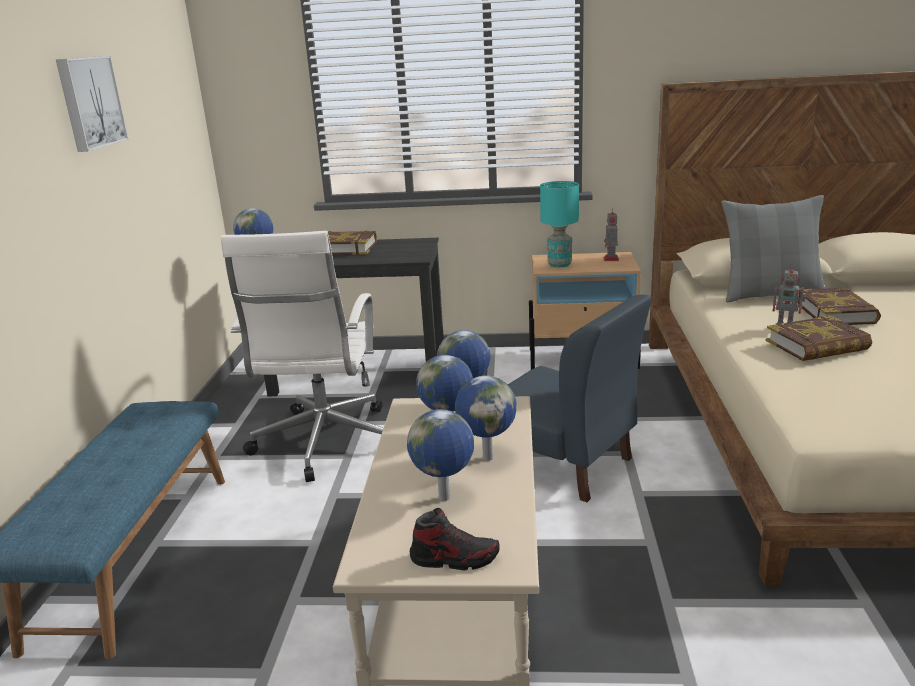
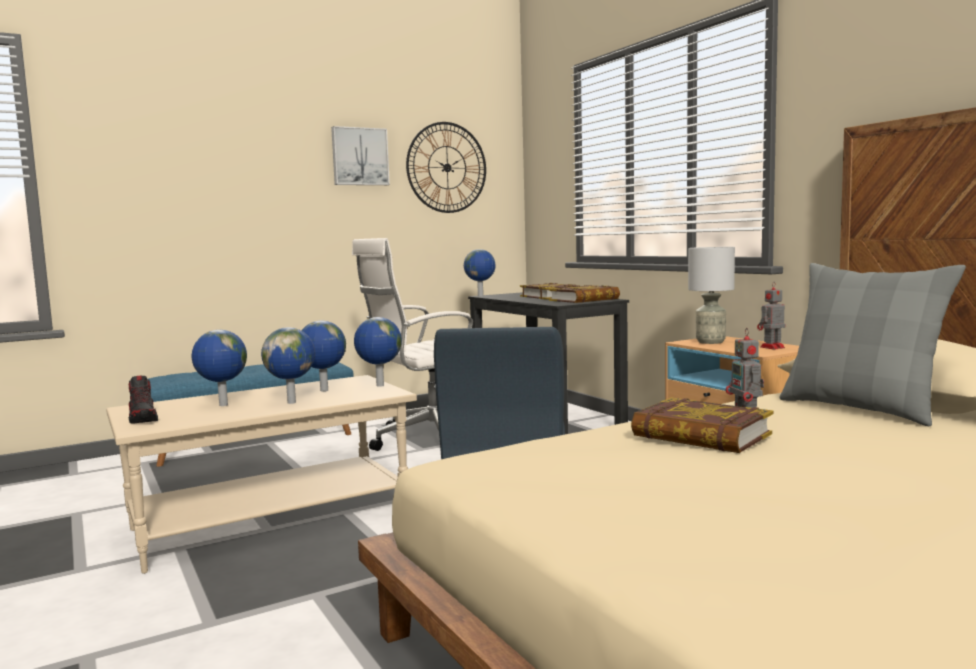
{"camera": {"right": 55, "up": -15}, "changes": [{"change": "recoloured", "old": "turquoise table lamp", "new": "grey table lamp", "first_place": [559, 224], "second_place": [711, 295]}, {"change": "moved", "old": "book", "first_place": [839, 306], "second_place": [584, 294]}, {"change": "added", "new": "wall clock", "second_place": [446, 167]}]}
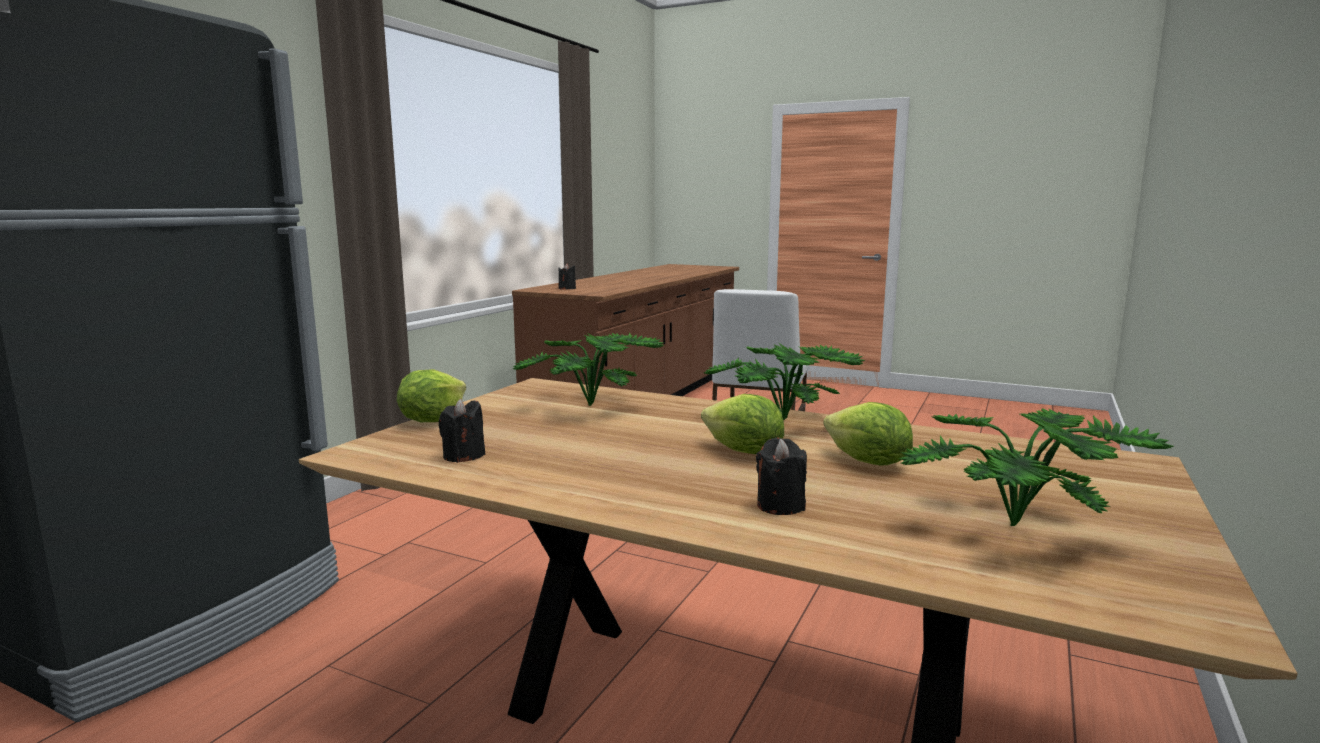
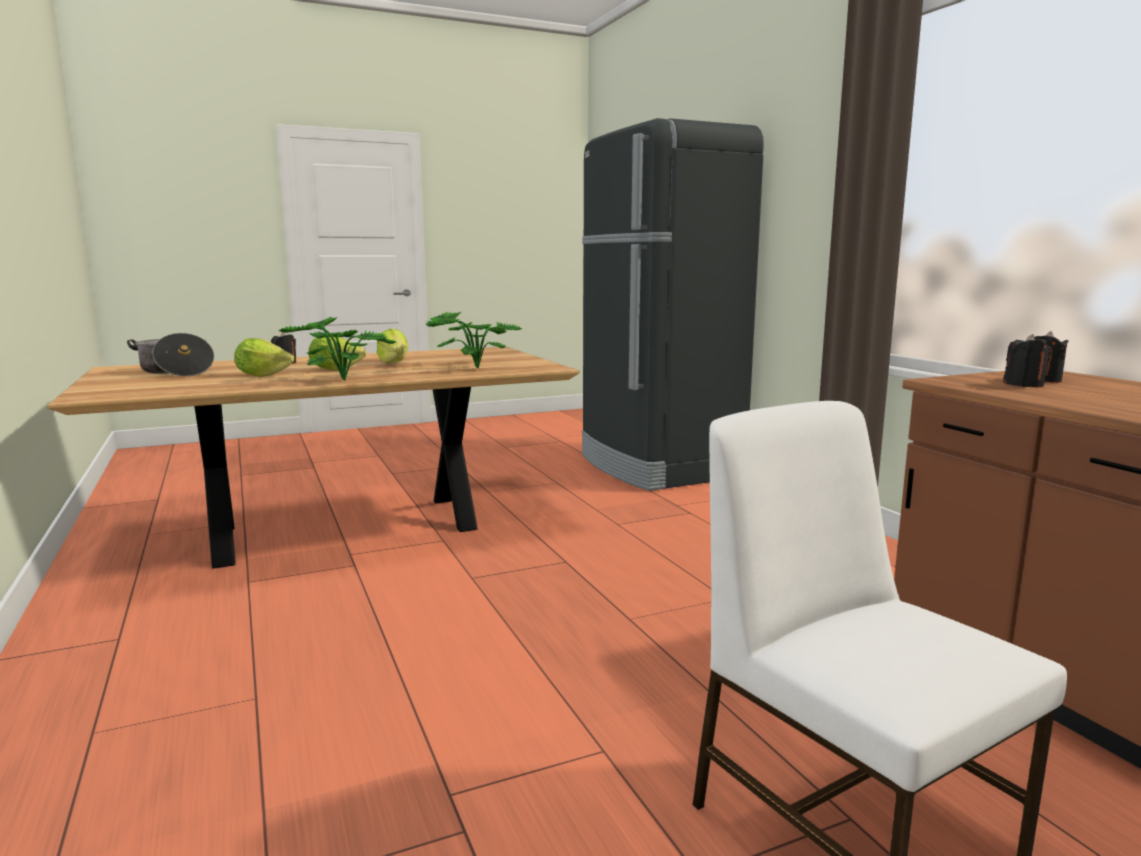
{"camera": {"right": 130, "up": 0}, "changes": [{"change": "moved", "old": "lettuce", "first_place": [431, 396], "second_place": [392, 346]}, {"change": "moved", "old": "black candle", "first_place": [461, 431], "second_place": [1027, 360]}, {"change": "replaced", "old": "potted plant", "new": "cooking pot", "first_place": [1036, 467], "second_place": [170, 354]}]}
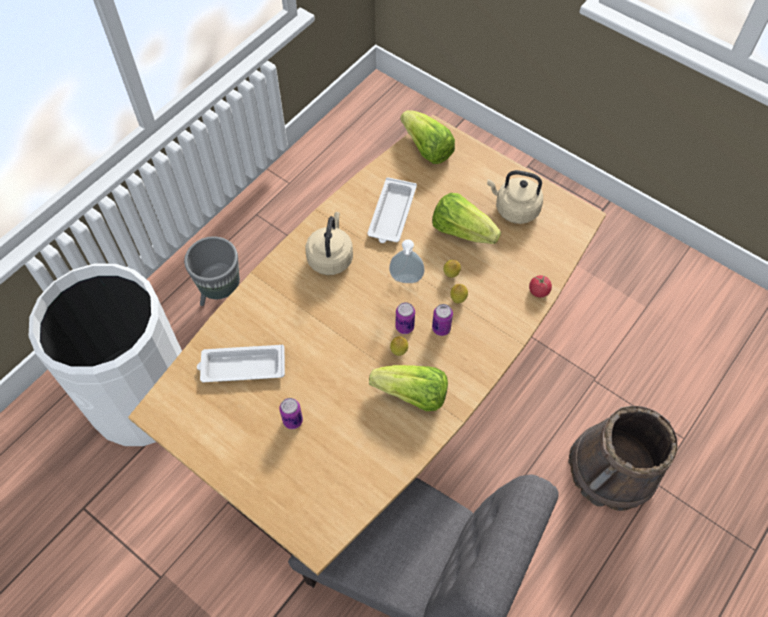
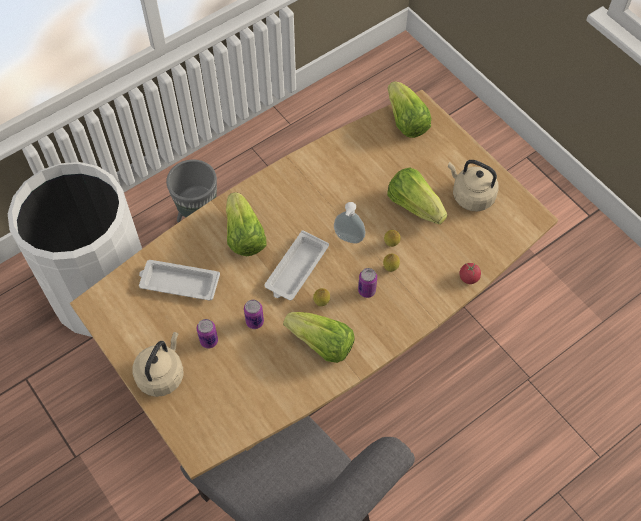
{"camera": {"right": 15, "up": 0}, "changes": [{"change": "moved", "old": "beige kettle", "first_place": [329, 243], "second_place": [157, 364]}, {"change": "moved", "old": "white tray", "first_place": [392, 210], "second_place": [296, 265]}, {"change": "moved", "old": "can", "first_place": [405, 318], "second_place": [254, 314]}, {"change": "removed", "old": "brown bucket", "first_place": [623, 458]}, {"change": "added", "new": "lettuce", "second_place": [246, 224]}]}
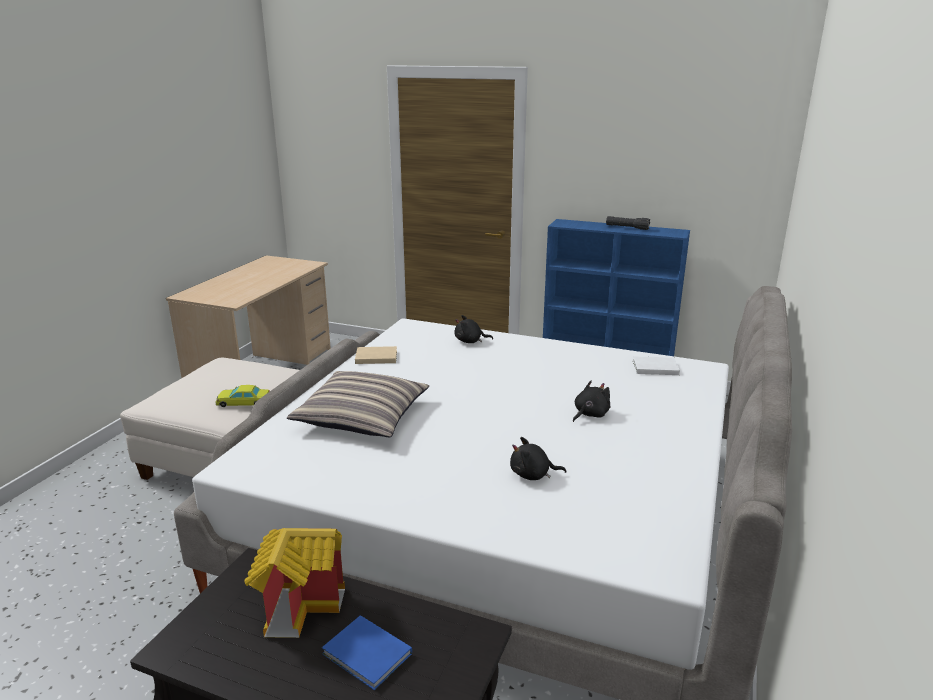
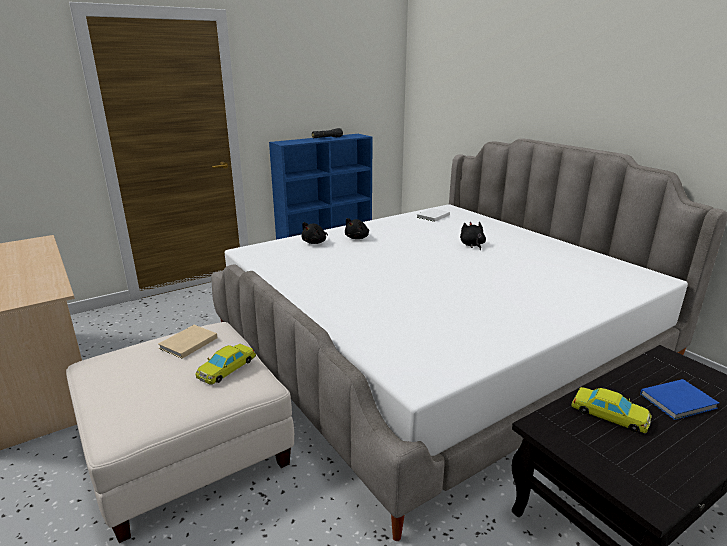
{"camera": {"right": -55, "up": 0}, "changes": [{"change": "replaced", "old": "toy house", "new": "yellow toy car", "first_place": [294, 583], "second_place": [611, 410]}, {"change": "removed", "old": "pillow", "first_place": [358, 404]}, {"change": "moved", "old": "beige book", "first_place": [376, 355], "second_place": [187, 342]}, {"change": "moved", "old": "black plush toy", "first_place": [538, 458], "second_place": [357, 228]}]}
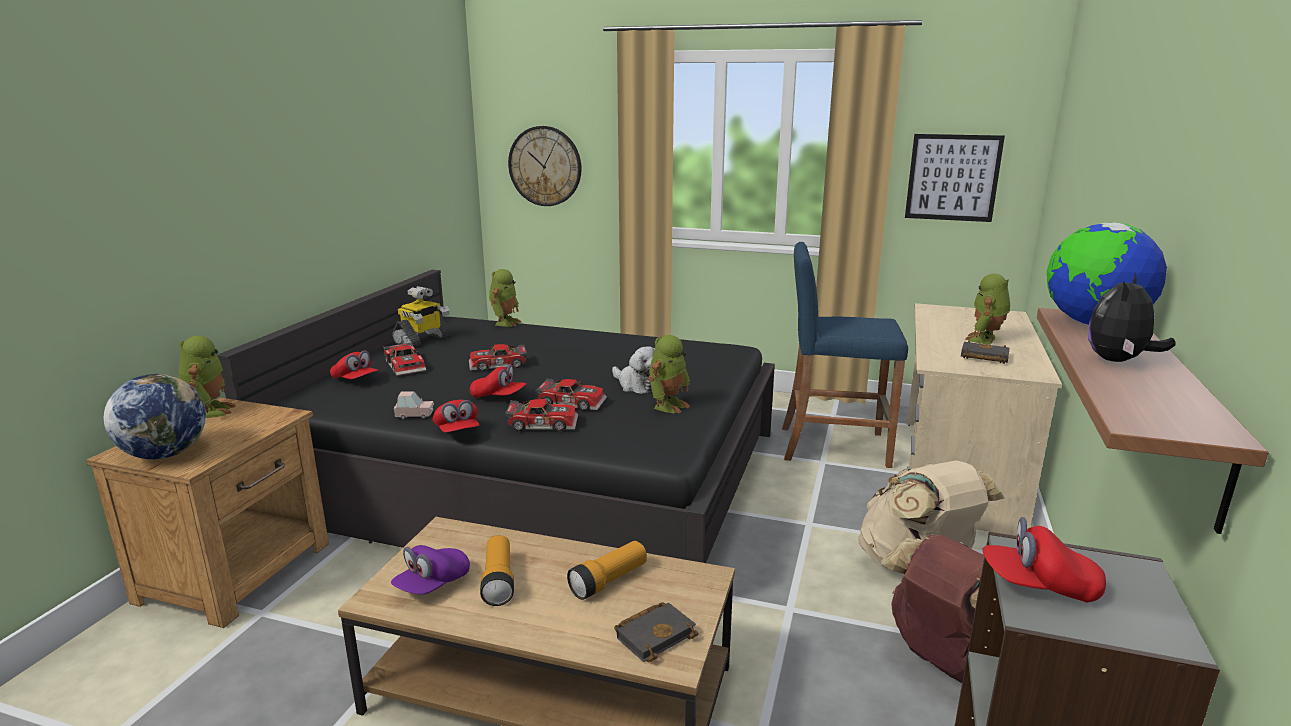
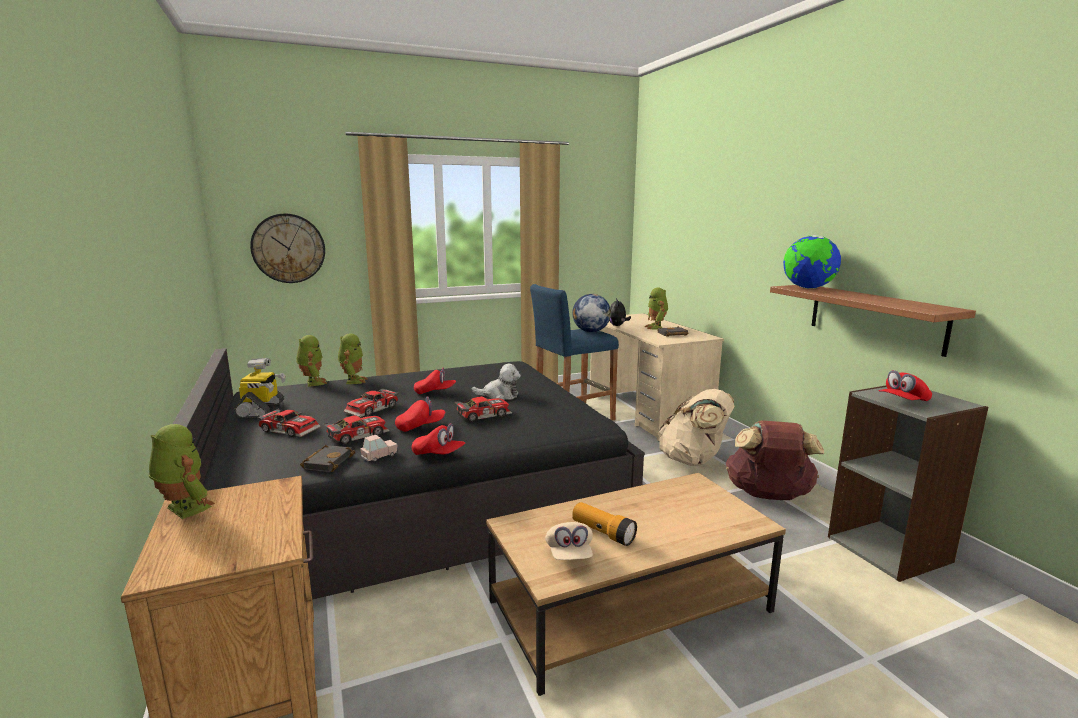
{"camera": {"right": -40, "up": -5}, "changes": [{"change": "moved", "old": "globe", "first_place": [155, 416], "second_place": [591, 313]}, {"change": "moved", "old": "red cap", "first_place": [354, 365], "second_place": [435, 381]}, {"change": "recoloured", "old": "purple cap", "new": "beige cap", "first_place": [430, 570], "second_place": [569, 541]}, {"change": "moved", "old": "toy car", "first_place": [541, 415], "second_place": [357, 429]}, {"change": "removed", "old": "flashlight", "first_place": [607, 570]}, {"change": "moved", "old": "black book", "first_place": [656, 632], "second_place": [327, 458]}, {"change": "moved", "old": "toy robot", "first_place": [669, 374], "second_place": [353, 358]}, {"change": "removed", "old": "picture", "first_place": [955, 178]}, {"change": "moved", "old": "plush toy", "first_place": [1132, 317], "second_place": [620, 312]}]}
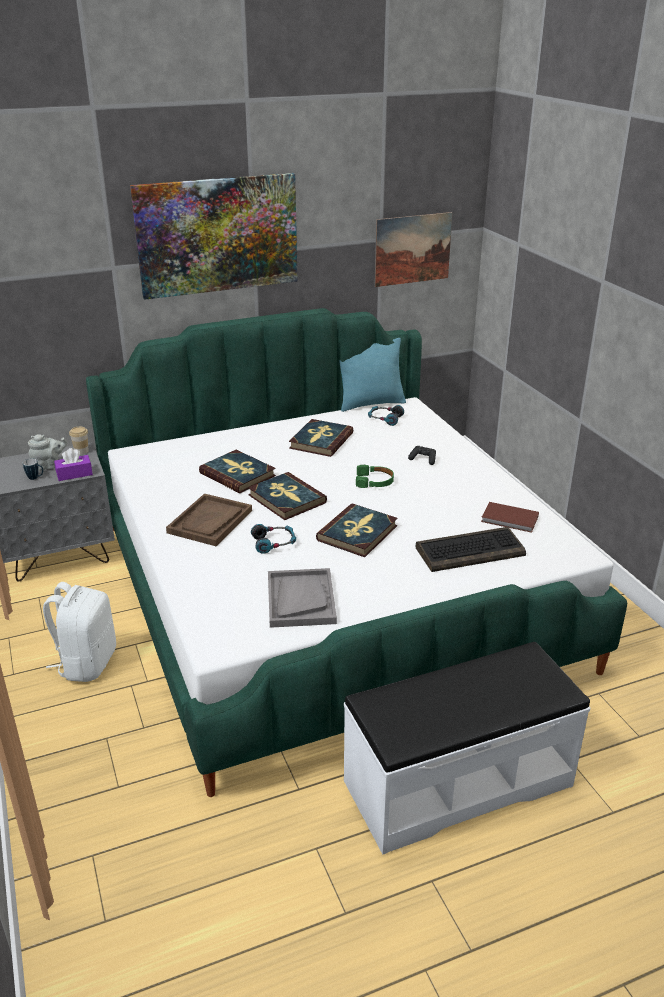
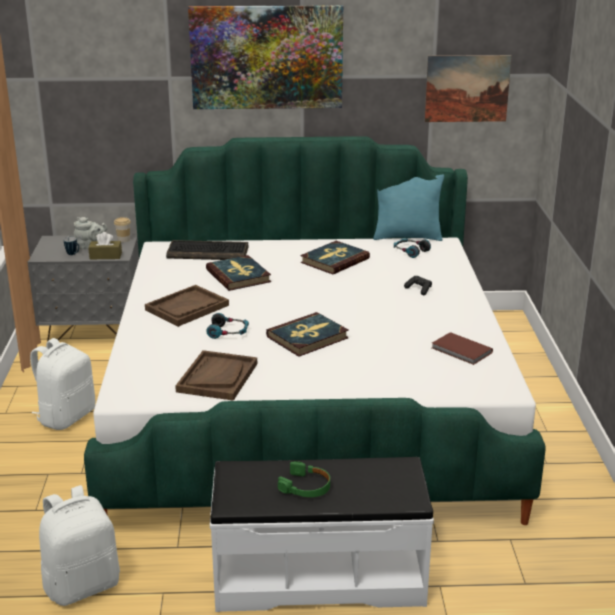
{"camera": {"right": 20, "up": -5}, "changes": [{"change": "recoloured", "old": "purple tissue box", "new": "brown tissue box", "first_place": [73, 464], "second_place": [105, 245]}, {"change": "removed", "old": "book", "first_place": [287, 496]}, {"change": "recoloured", "old": "grey tray", "new": "brown tray", "first_place": [302, 598], "second_place": [216, 375]}, {"change": "moved", "old": "green headphones", "first_place": [375, 476], "second_place": [304, 479]}, {"change": "moved", "old": "keyboard", "first_place": [471, 549], "second_place": [207, 250]}, {"change": "added", "new": "white backpack", "second_place": [79, 545]}]}
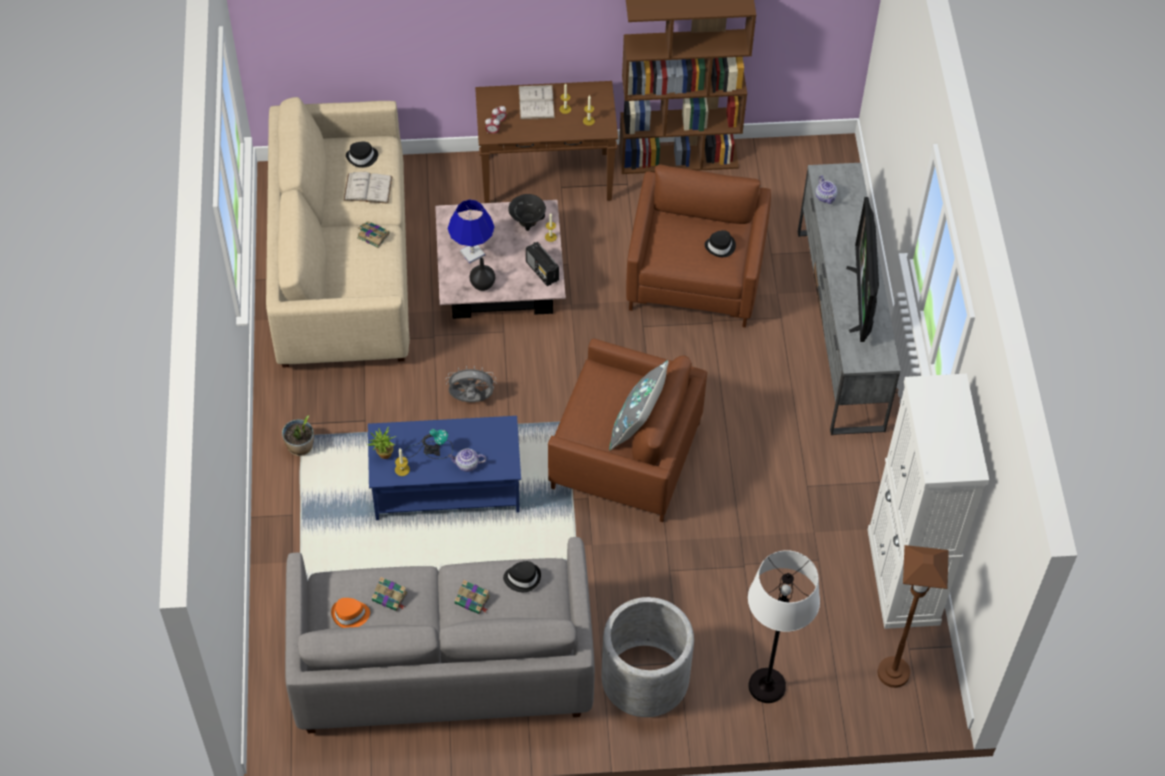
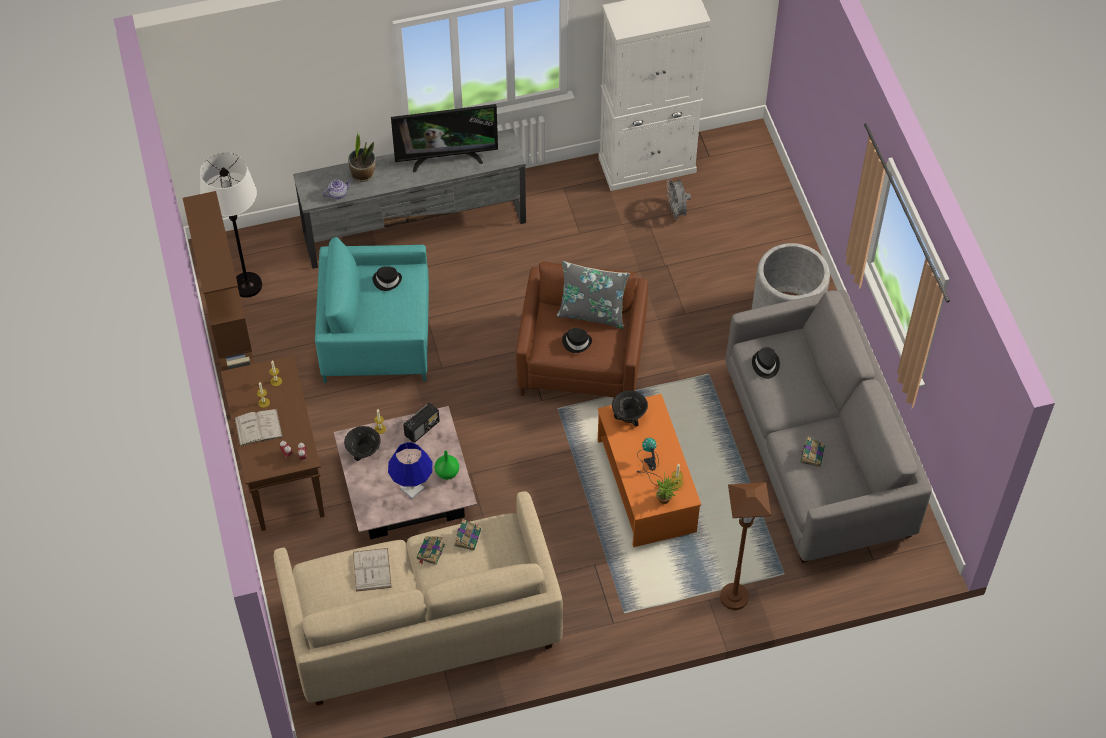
{"camera": {"right": -100, "up": 0}, "changes": [{"change": "moved", "old": "potted plant", "first_place": [298, 435], "second_place": [361, 157]}, {"change": "removed", "old": "orange hat", "first_place": [350, 613]}, {"change": "moved", "old": "black hat", "first_place": [362, 154], "second_place": [577, 340]}, {"change": "recoloured", "old": "blue coffee table", "new": "orange coffee table", "first_place": [444, 468], "second_place": [649, 470]}, {"change": "moved", "old": "grey fan", "first_place": [471, 384], "second_place": [678, 199]}, {"change": "removed", "old": "teapot", "first_place": [467, 460]}, {"change": "moved", "old": "book", "first_place": [472, 597], "second_place": [467, 534]}, {"change": "recoloured", "old": "black vase", "new": "green vase", "first_place": [482, 274], "second_place": [447, 465]}, {"change": "recoloured", "old": "brown armchair", "new": "turquoise armchair", "first_place": [698, 246], "second_place": [372, 310]}, {"change": "moved", "old": "white floor lamp", "first_place": [784, 626], "second_place": [231, 225]}, {"change": "moved", "old": "brown floor lamp", "first_place": [913, 616], "second_place": [745, 546]}, {"change": "added", "new": "black bowl", "second_place": [630, 408]}]}
